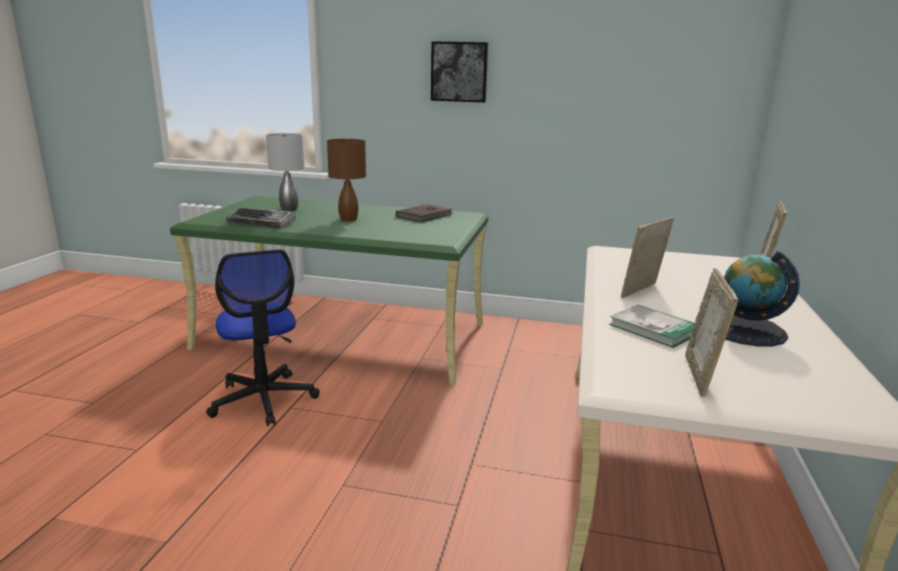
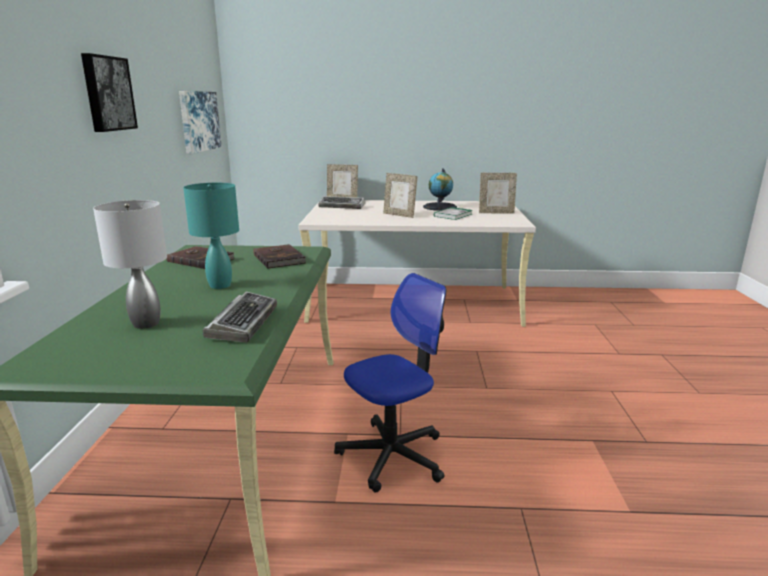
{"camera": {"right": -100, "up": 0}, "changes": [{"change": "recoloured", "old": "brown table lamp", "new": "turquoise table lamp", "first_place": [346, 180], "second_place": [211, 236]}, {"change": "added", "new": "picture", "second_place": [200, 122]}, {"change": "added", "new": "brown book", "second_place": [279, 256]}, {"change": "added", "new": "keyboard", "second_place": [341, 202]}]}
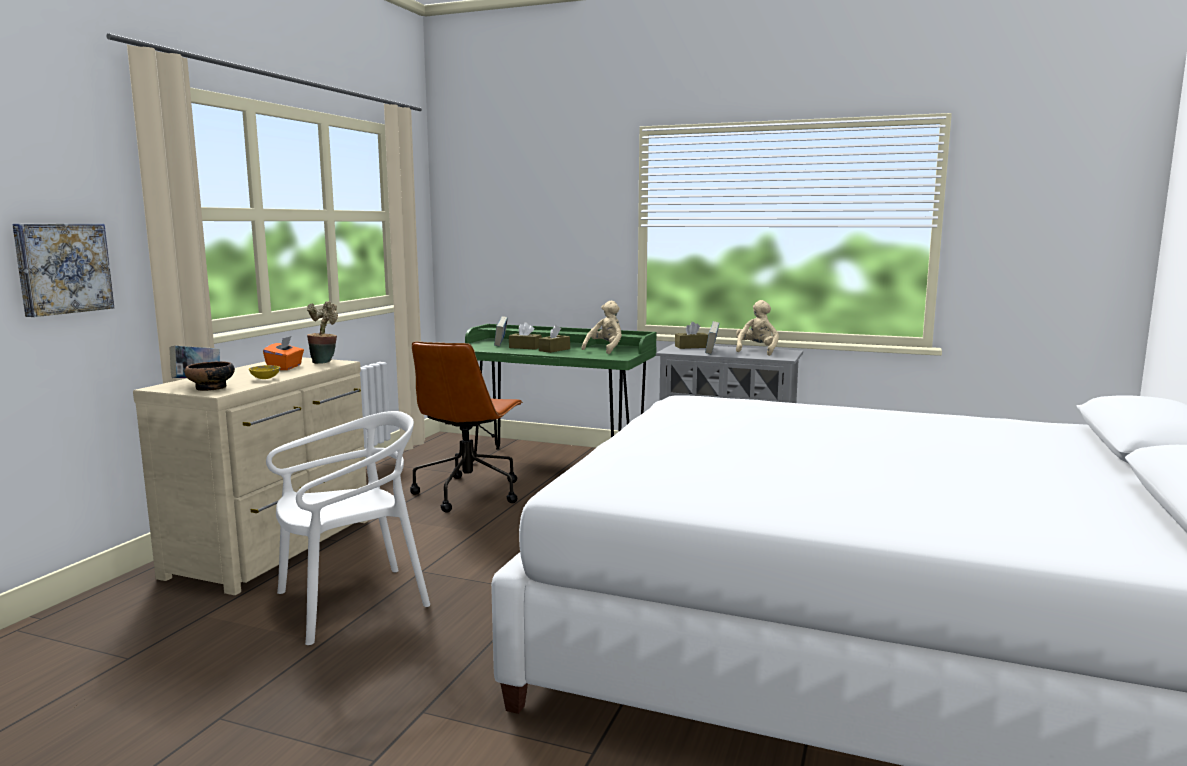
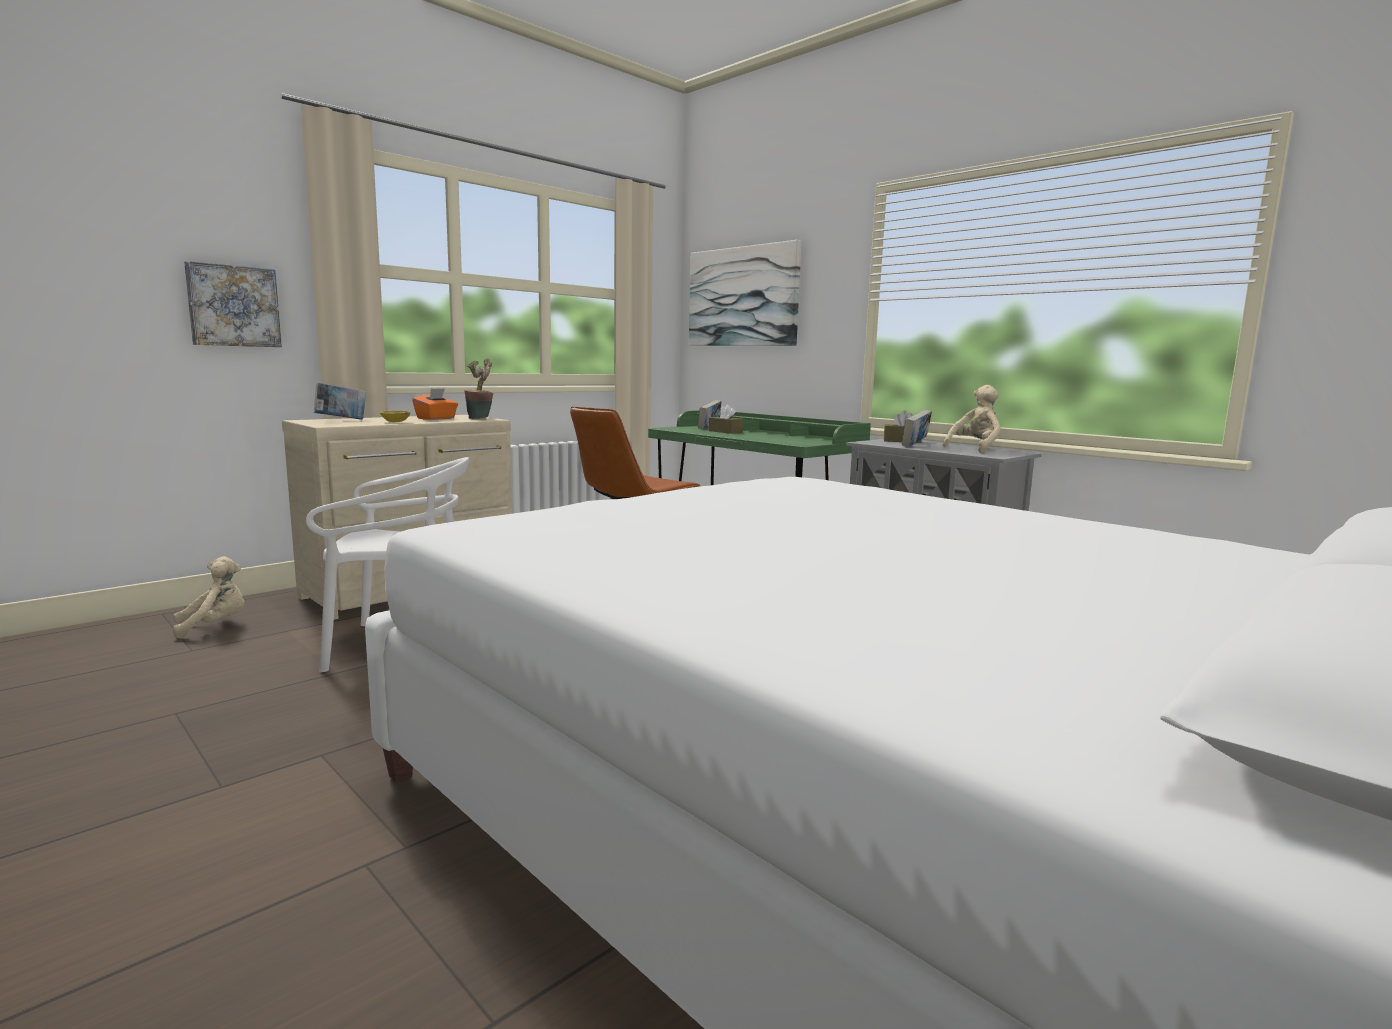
{"camera": {"right": 25, "up": 0}, "changes": [{"change": "removed", "old": "bowl", "first_place": [209, 376]}, {"change": "removed", "old": "brown tissue box", "first_place": [554, 339]}, {"change": "moved", "old": "beige plush toy", "first_place": [601, 327], "second_place": [209, 597]}, {"change": "added", "new": "picture", "second_place": [745, 293]}]}
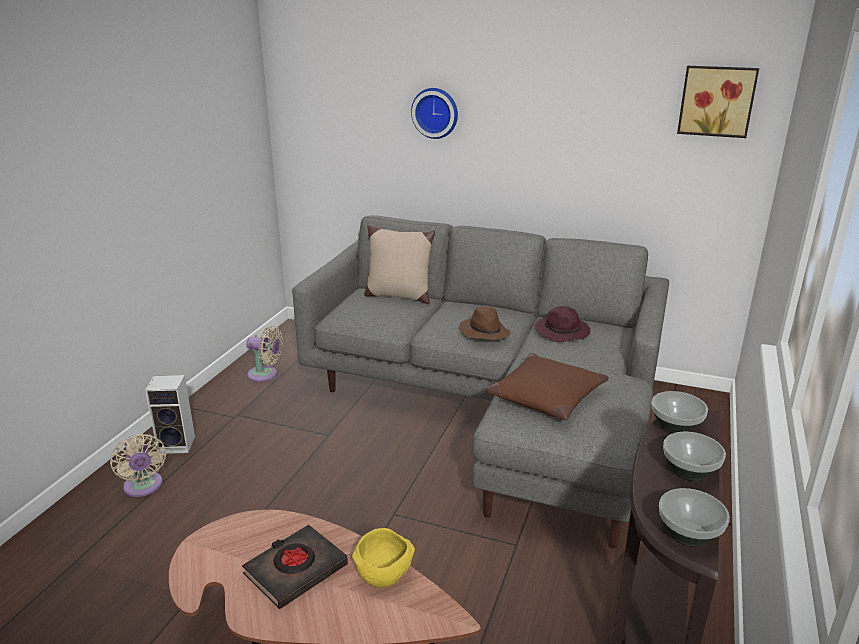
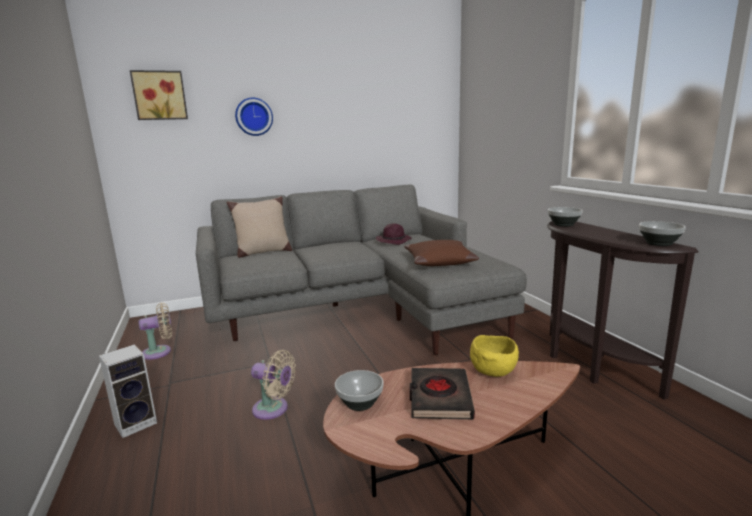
{"camera": {"right": -40, "up": -10}, "changes": [{"change": "moved", "old": "beige fan", "first_place": [138, 465], "second_place": [273, 385]}, {"change": "removed", "old": "brown hat", "first_place": [485, 323]}, {"change": "moved", "old": "bowl", "first_place": [694, 456], "second_place": [359, 390]}, {"change": "moved", "old": "picture", "first_place": [718, 102], "second_place": [159, 95]}]}
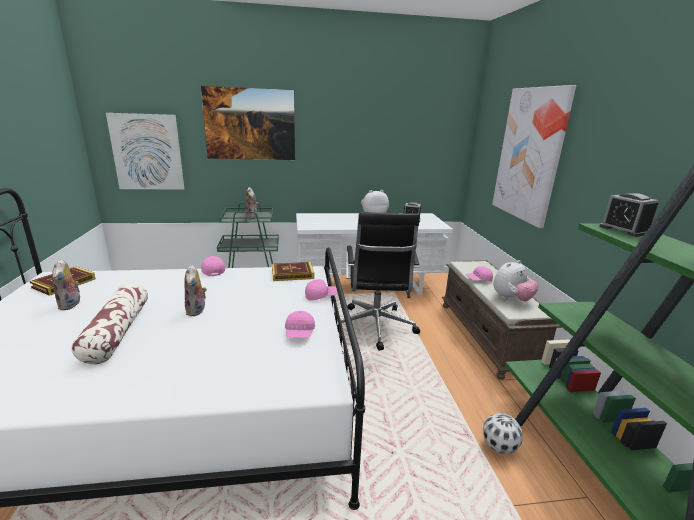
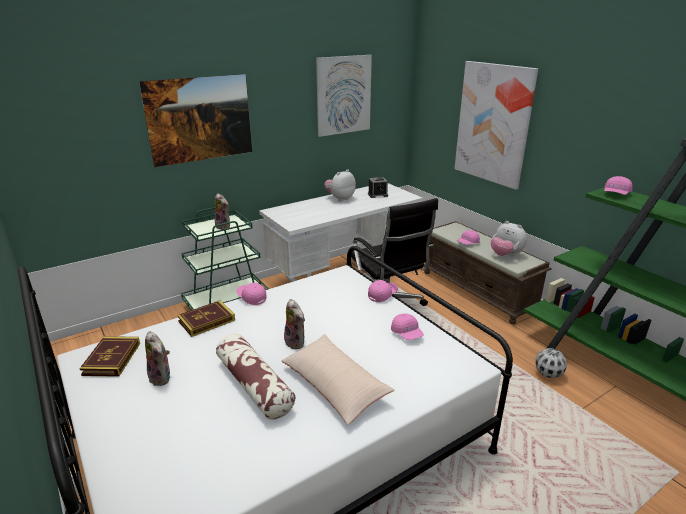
{"camera": {"right": -25, "up": 5}, "changes": [{"change": "moved", "old": "picture", "first_place": [145, 151], "second_place": [344, 96]}, {"change": "moved", "old": "book", "first_place": [293, 271], "second_place": [206, 318]}, {"change": "turned", "old": "plush toy", "first_place": [515, 280], "second_place": [509, 238], "degrees": 105}, {"change": "replaced", "old": "alarm clock", "new": "pink cap", "first_place": [628, 215], "second_place": [618, 185]}, {"change": "added", "new": "beige pillow", "second_place": [338, 379]}]}
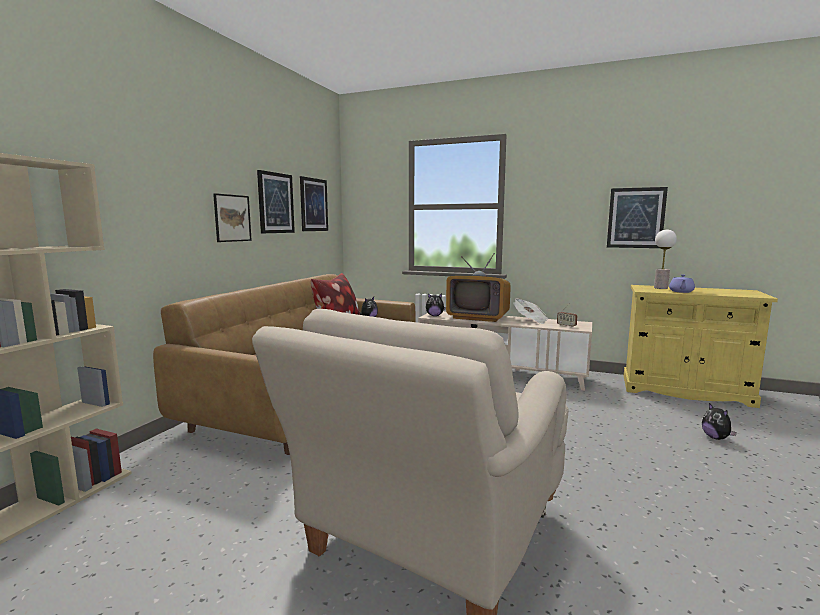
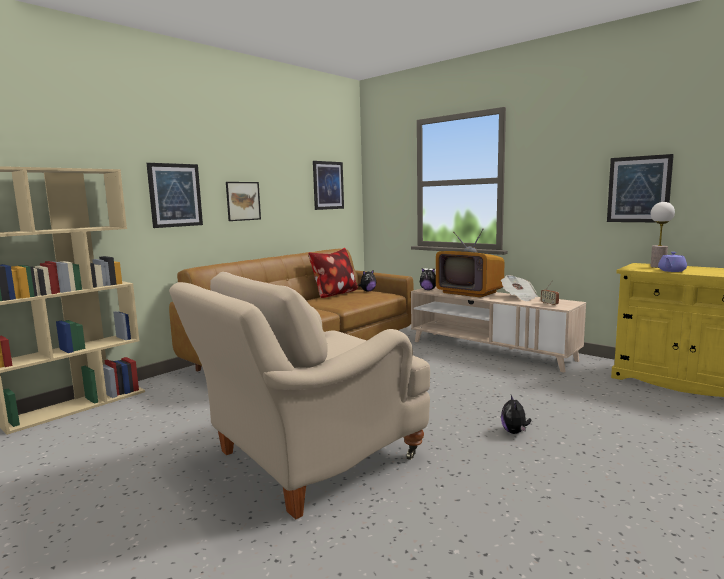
{"camera": {"right": 20, "up": 0}, "changes": [{"change": "moved", "old": "picture", "first_place": [276, 201], "second_place": [174, 195]}, {"change": "moved", "old": "plush toy", "first_place": [719, 421], "second_place": [516, 414]}]}
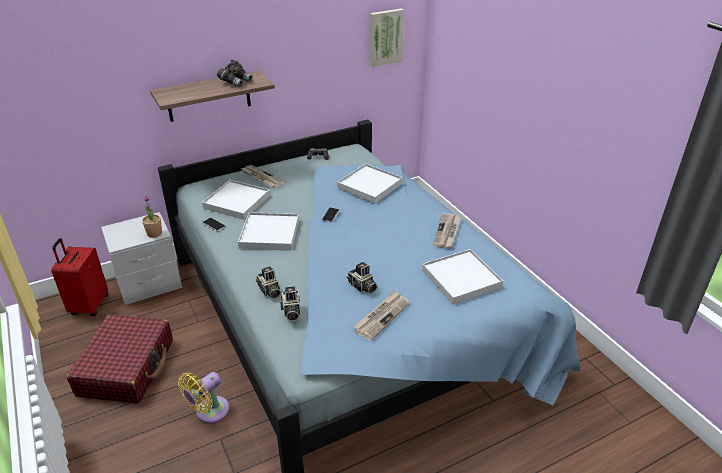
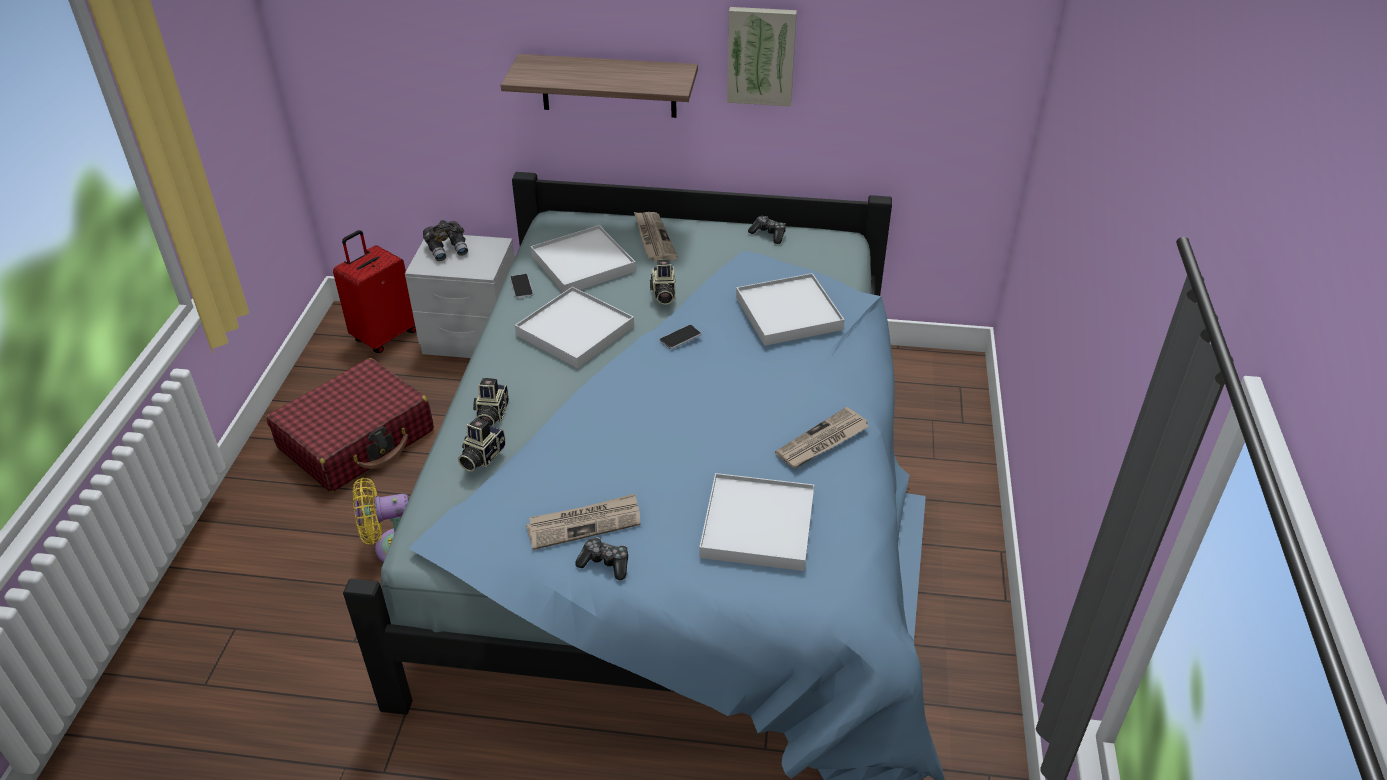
{"camera": {"right": 35, "up": 5}, "changes": [{"change": "removed", "old": "potted plant", "first_place": [152, 217]}, {"change": "moved", "old": "grey binoculars", "first_place": [234, 74], "second_place": [445, 240]}, {"change": "moved", "old": "photo camera", "first_place": [362, 278], "second_place": [663, 282]}, {"change": "moved", "old": "picture", "first_place": [387, 37], "second_place": [762, 56]}, {"change": "added", "new": "game controller", "second_place": [601, 558]}]}
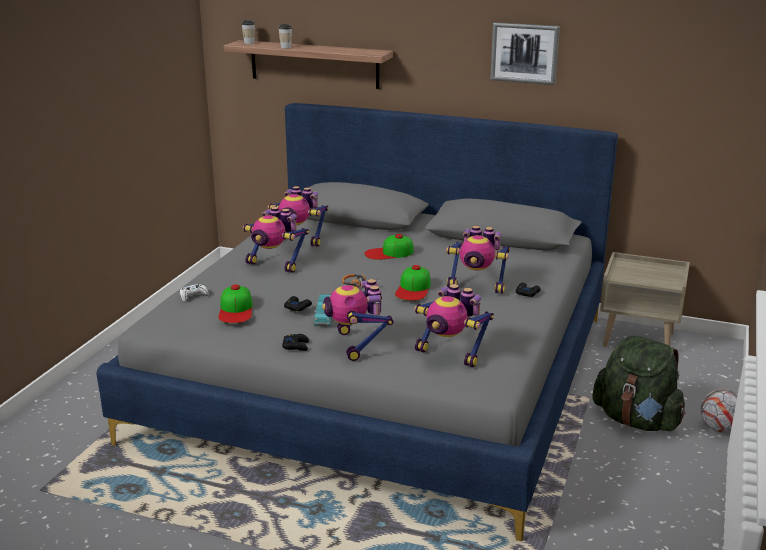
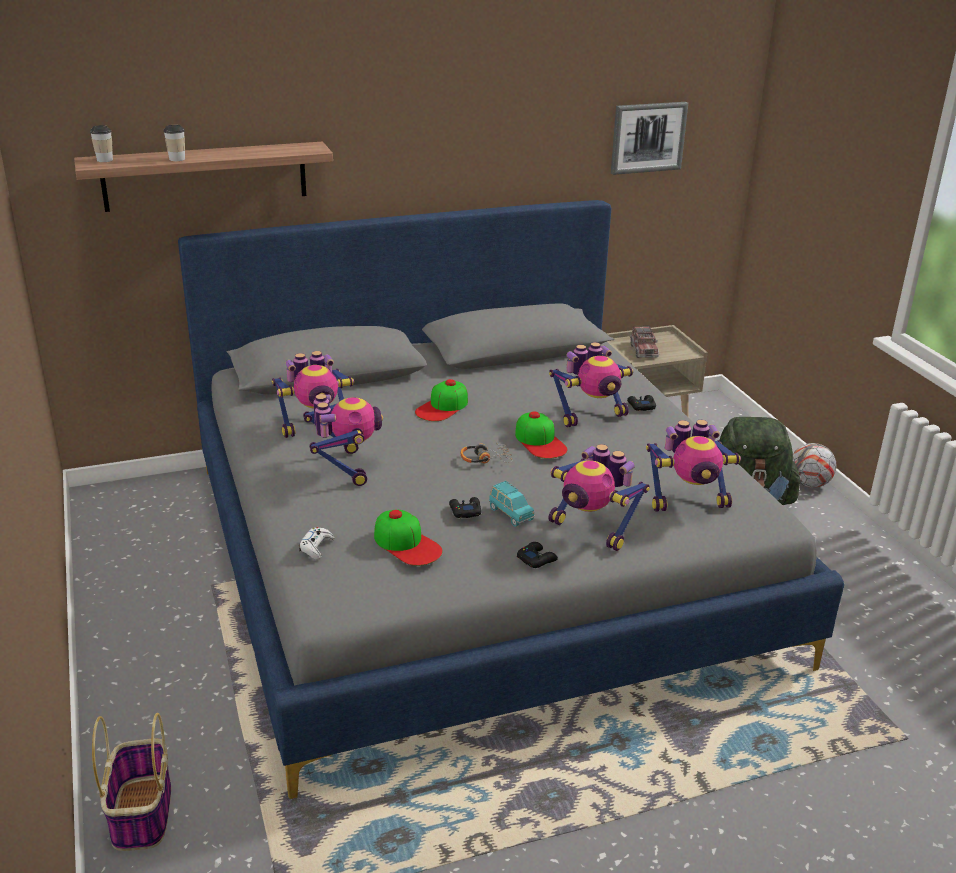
{"camera": {"right": -40, "up": 5}, "changes": [{"change": "turned", "old": "toy robot", "first_place": [276, 240], "second_place": [343, 440], "degrees": -90}, {"change": "moved", "old": "picture", "first_place": [525, 53], "second_place": [649, 138]}, {"change": "added", "new": "basket", "second_place": [131, 782]}, {"change": "added", "new": "toy truck", "second_place": [644, 342]}]}
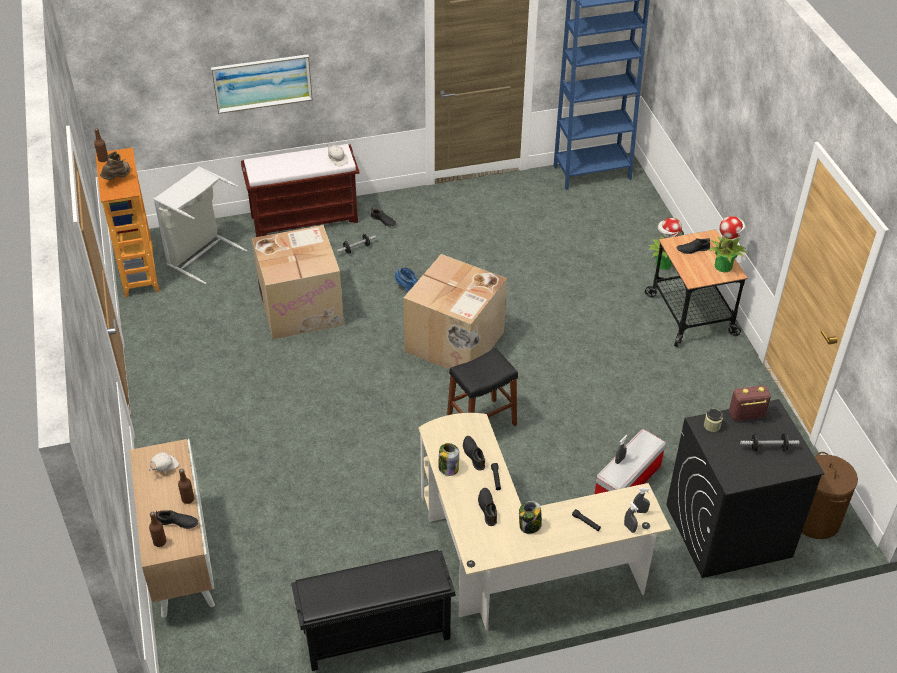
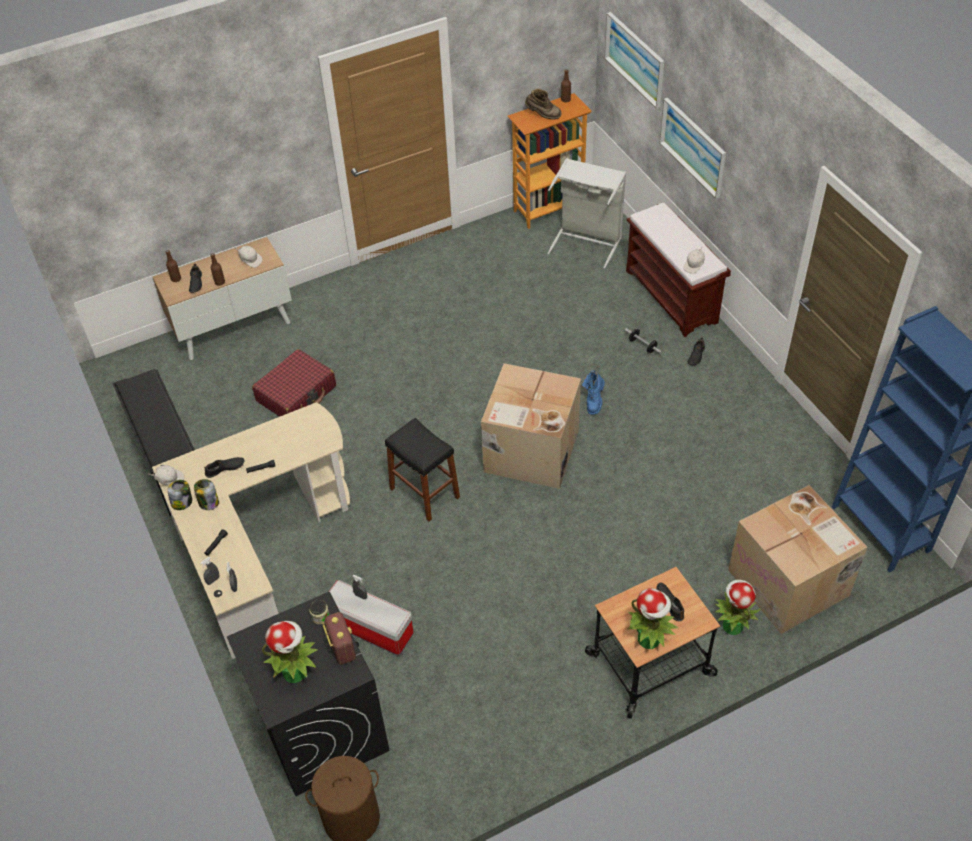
{"camera": {"right": 80, "up": 5}, "changes": [{"change": "moved", "old": "cardboard box", "first_place": [298, 282], "second_place": [798, 559]}, {"change": "moved", "old": "jar", "first_place": [448, 459], "second_place": [180, 495]}, {"change": "removed", "old": "black shoe", "first_place": [474, 453]}, {"change": "replaced", "old": "dumbbell", "new": "potted plant", "first_place": [769, 442], "second_place": [289, 652]}, {"change": "added", "new": "white cap", "second_place": [166, 475]}, {"change": "added", "new": "red suitcase", "second_place": [294, 383]}, {"change": "added", "new": "picture", "second_place": [634, 60]}]}
